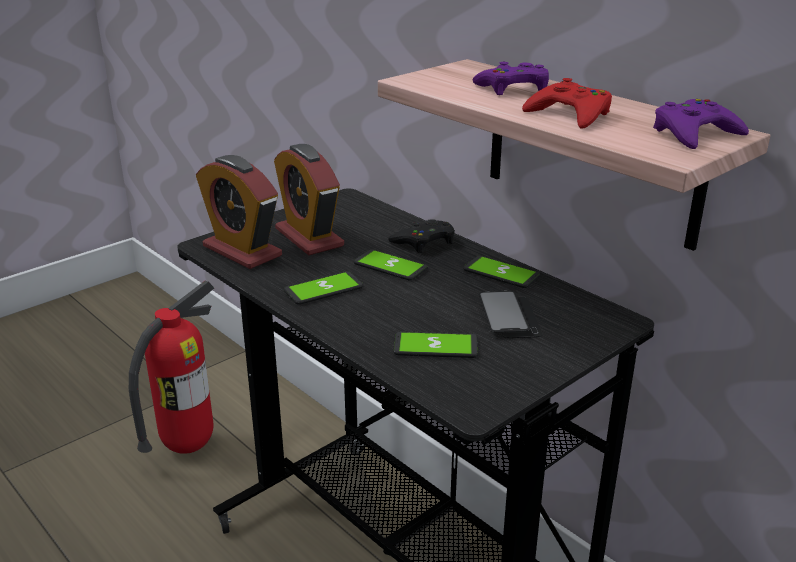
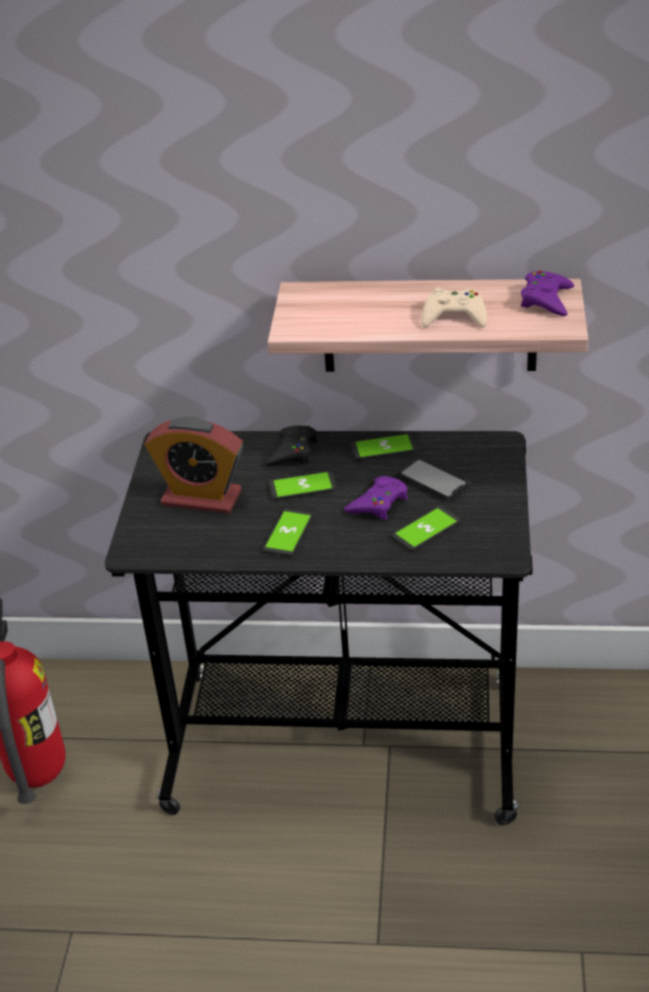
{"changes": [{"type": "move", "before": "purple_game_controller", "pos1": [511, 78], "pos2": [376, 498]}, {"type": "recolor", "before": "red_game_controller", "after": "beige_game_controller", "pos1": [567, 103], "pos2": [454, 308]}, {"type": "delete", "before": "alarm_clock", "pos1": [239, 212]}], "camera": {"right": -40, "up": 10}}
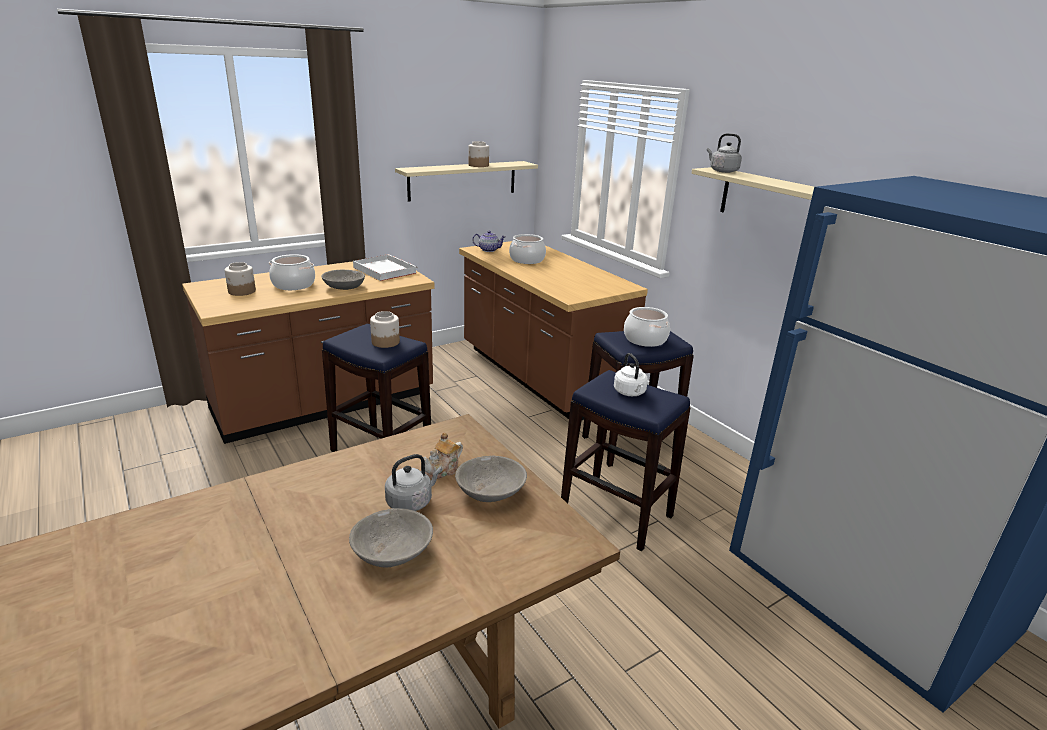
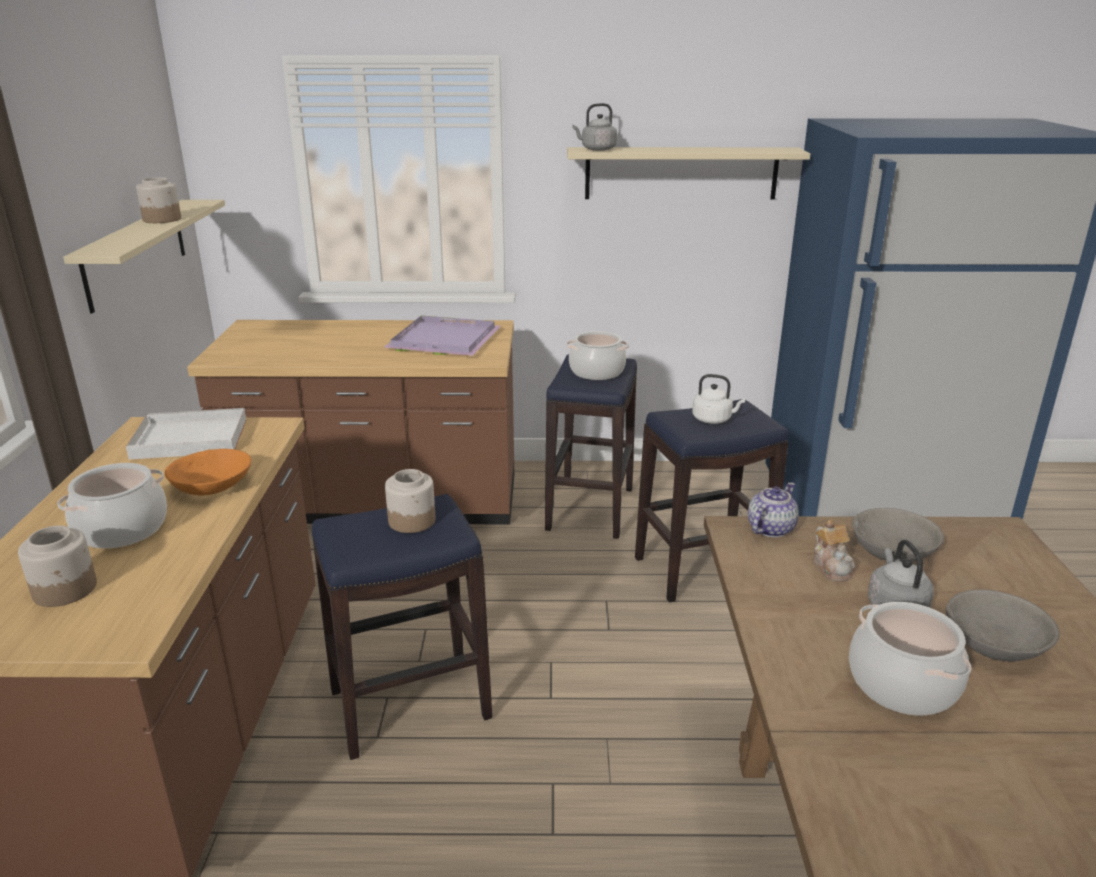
{"changes": [{"type": "recolor", "before": "grey_bowl", "after": "orange_bowl", "pos1": [343, 280], "pos2": [208, 472]}, {"type": "insert", "after": "purple_tray", "pos2": [442, 335]}, {"type": "move", "before": "teapot", "pos1": [489, 241], "pos2": [773, 509]}, {"type": "move", "before": "cooking_pot", "pos1": [527, 249], "pos2": [910, 659]}], "camera": {"right": -55, "up": 0}}
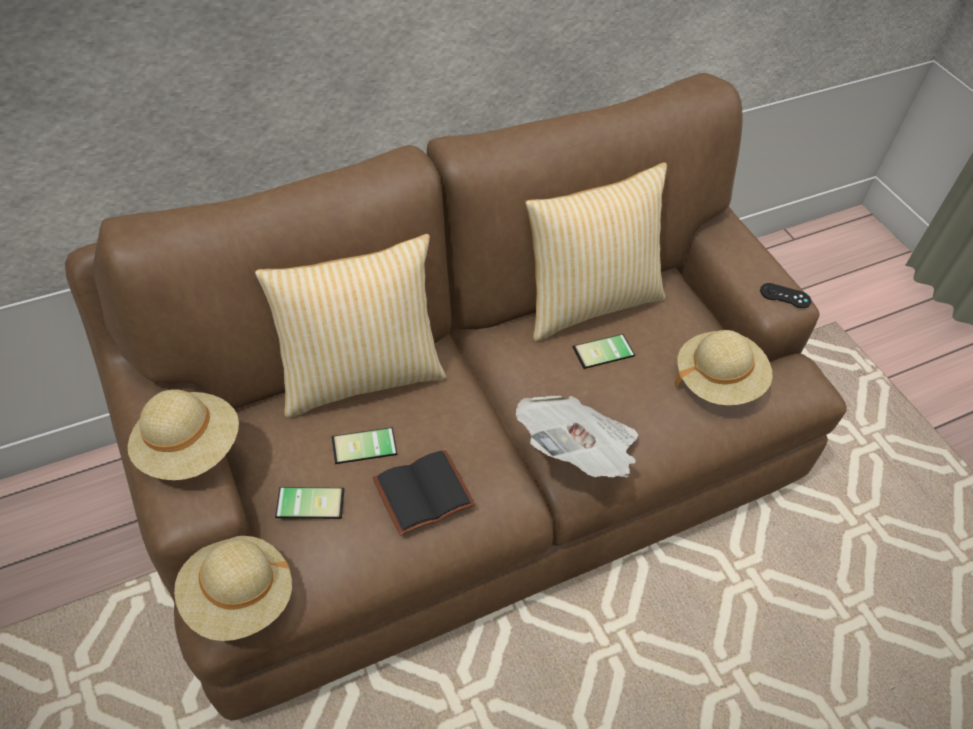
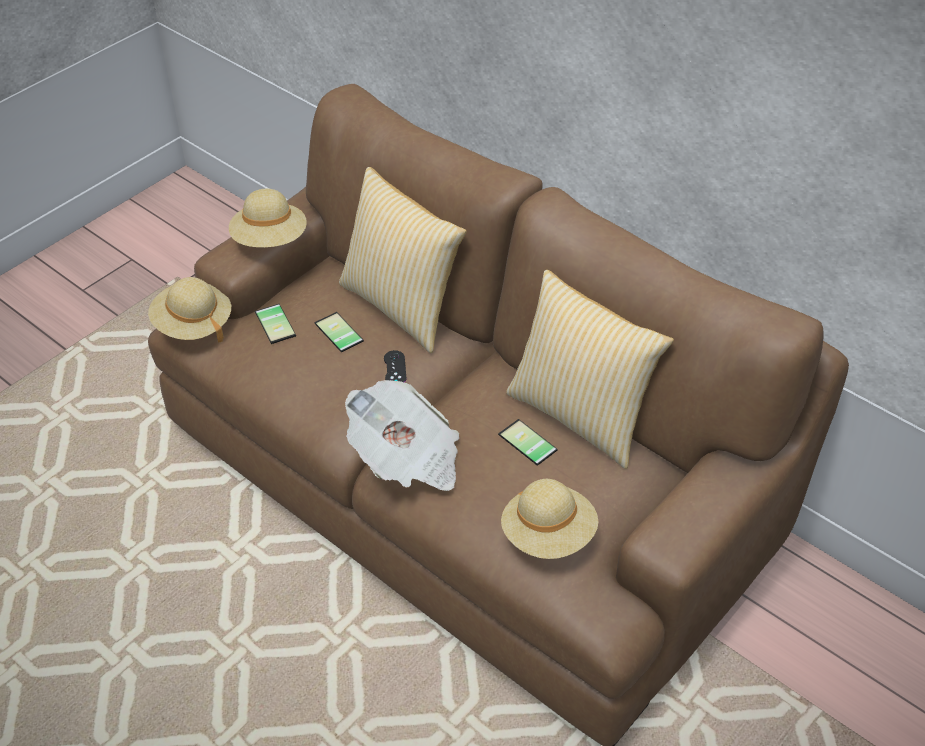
{"changes": [{"type": "move", "before": "black_game_controller", "pos1": [785, 295], "pos2": [395, 366]}, {"type": "delete", "before": "black_book", "pos1": [423, 492]}], "camera": {"right": 70, "up": -5}}
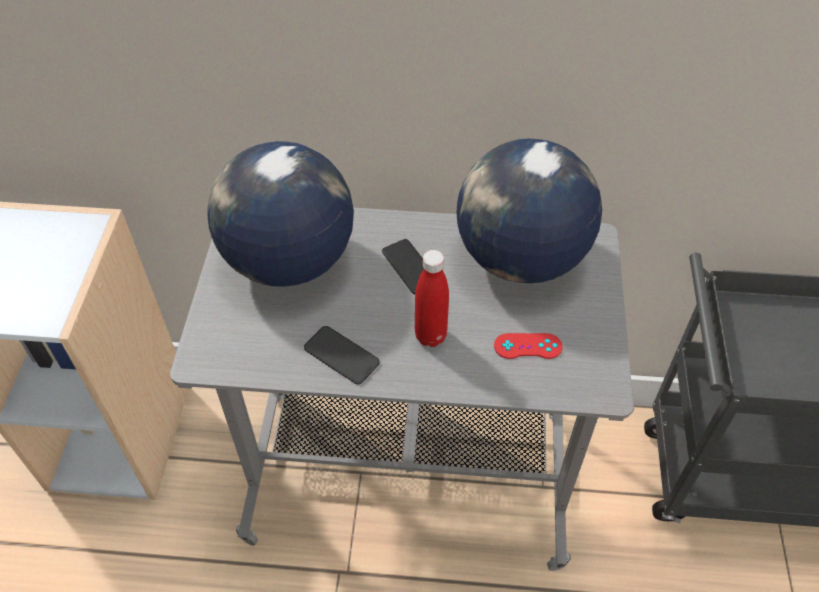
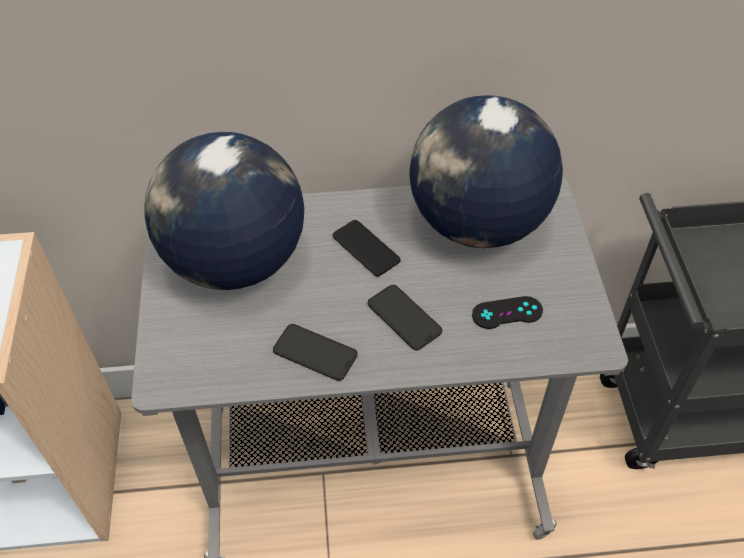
{"changes": [{"type": "replace", "before": "red_bottle", "after": "phone", "pos1": [432, 298], "pos2": [405, 317]}, {"type": "recolor", "before": "red_game_controller", "after": "black_game_controller", "pos1": [528, 346], "pos2": [507, 312]}], "camera": {"right": -10, "up": 0}}
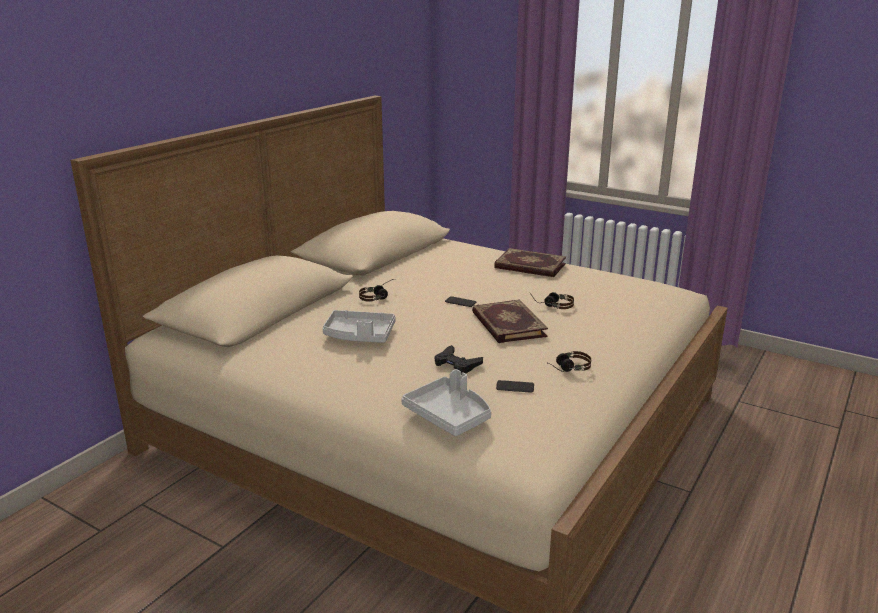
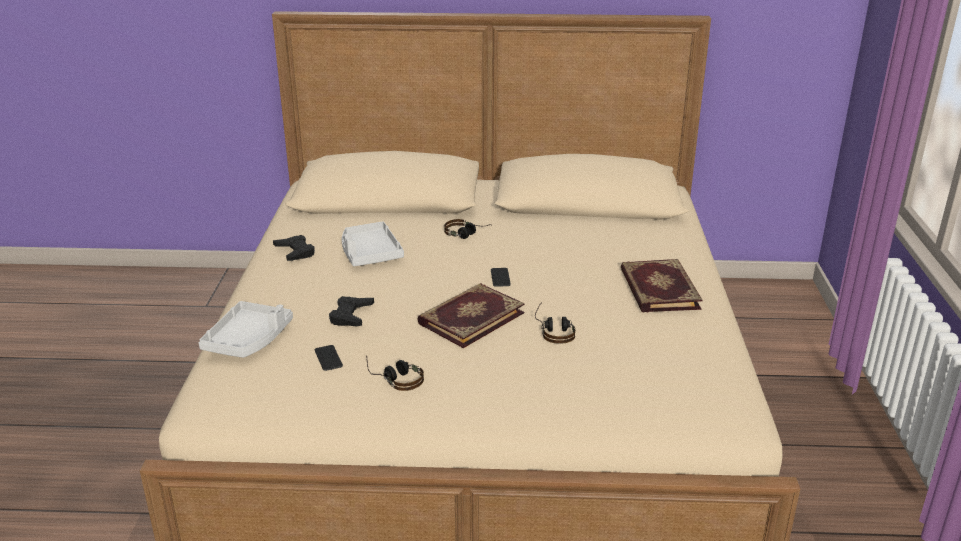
{"changes": [{"type": "insert", "after": "black_game_controller", "pos2": [294, 248]}], "camera": {"right": 60, "up": 5}}
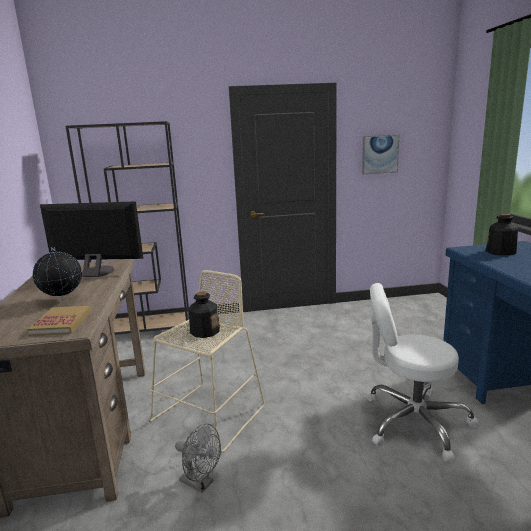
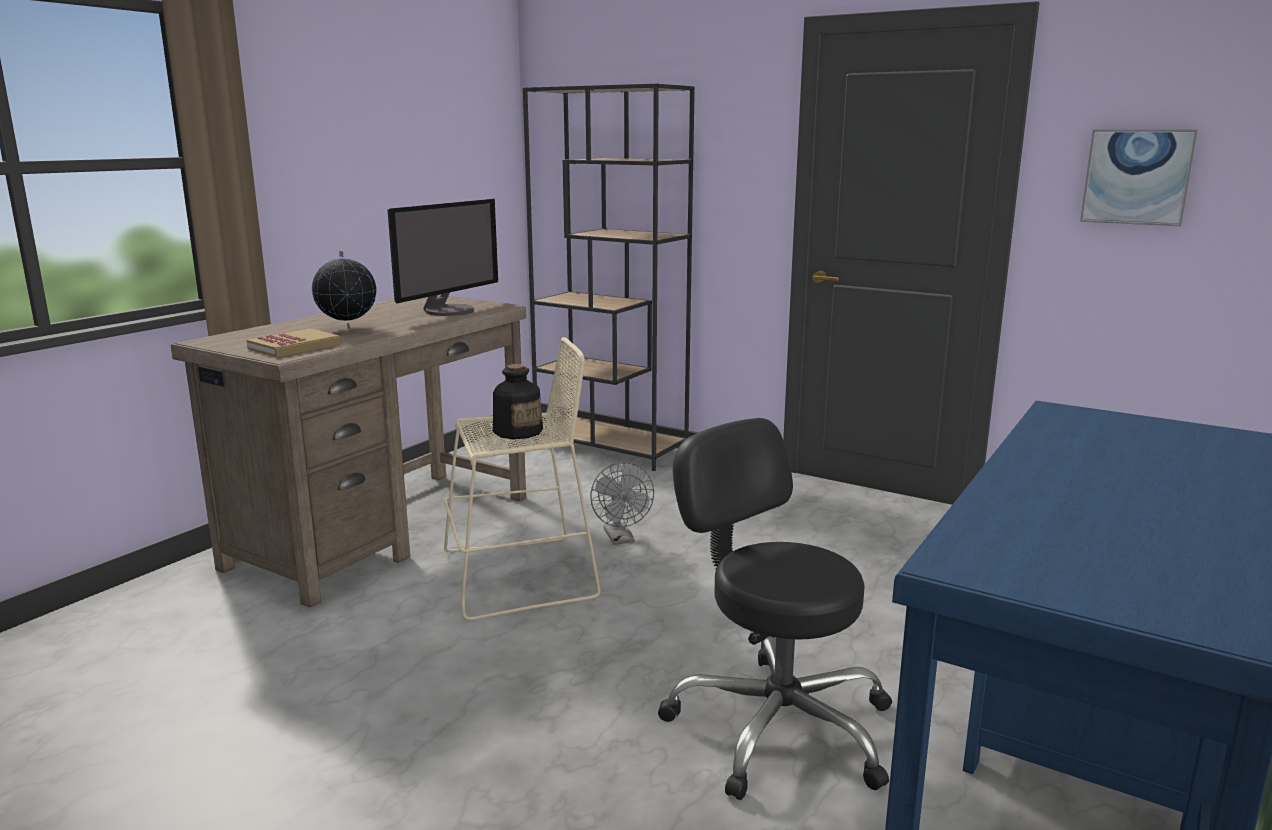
{"changes": [{"type": "rotate", "before": "monitor", "pos1": [91, 239], "pos2": [443, 257], "turn": 75}, {"type": "move", "before": "grey_fan", "pos1": [198, 458], "pos2": [622, 503]}, {"type": "recolor", "before": "white_office_chair", "after": "black_office_chair", "pos1": [422, 372], "pos2": [775, 609]}, {"type": "delete", "before": "bottle", "pos1": [502, 234]}], "camera": {"right": 40, "up": 0}}
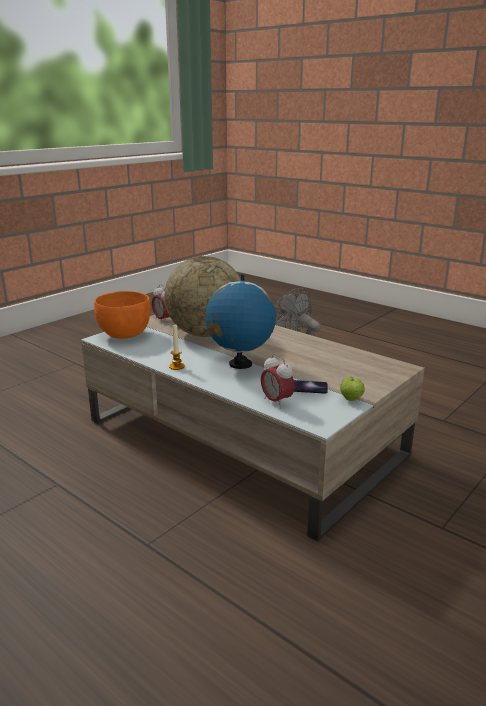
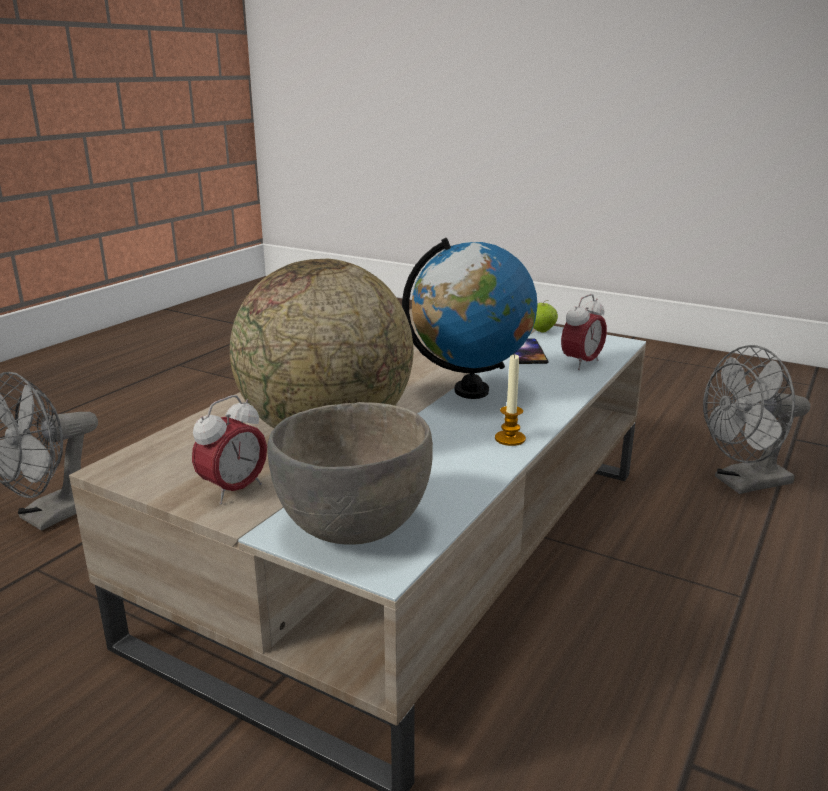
{"changes": [{"type": "recolor", "before": "orange_bowl", "after": "grey_bowl", "pos1": [122, 315], "pos2": [350, 473]}, {"type": "insert", "after": "grey_fan", "pos2": [756, 419]}], "camera": {"right": -100, "up": 0}}
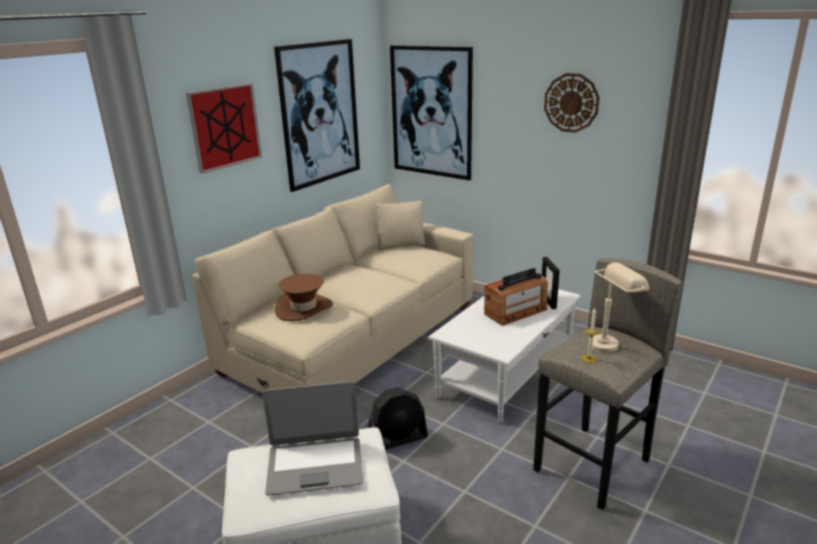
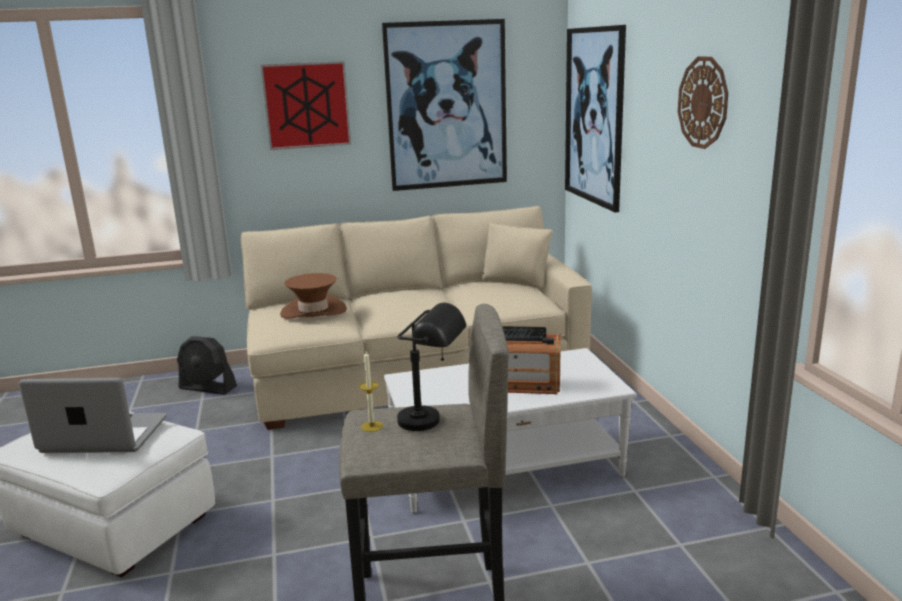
{"changes": [{"type": "rotate", "before": "laptop", "pos1": [312, 438], "pos2": [92, 415], "turn": 150}, {"type": "move", "before": "black_fan", "pos1": [397, 418], "pos2": [207, 365]}, {"type": "recolor", "before": "beige_table_lamp", "after": "black_table_lamp", "pos1": [620, 307], "pos2": [431, 367]}, {"type": "delete", "before": "picture_frame", "pos1": [551, 283]}], "camera": {"right": 40, "up": -5}}
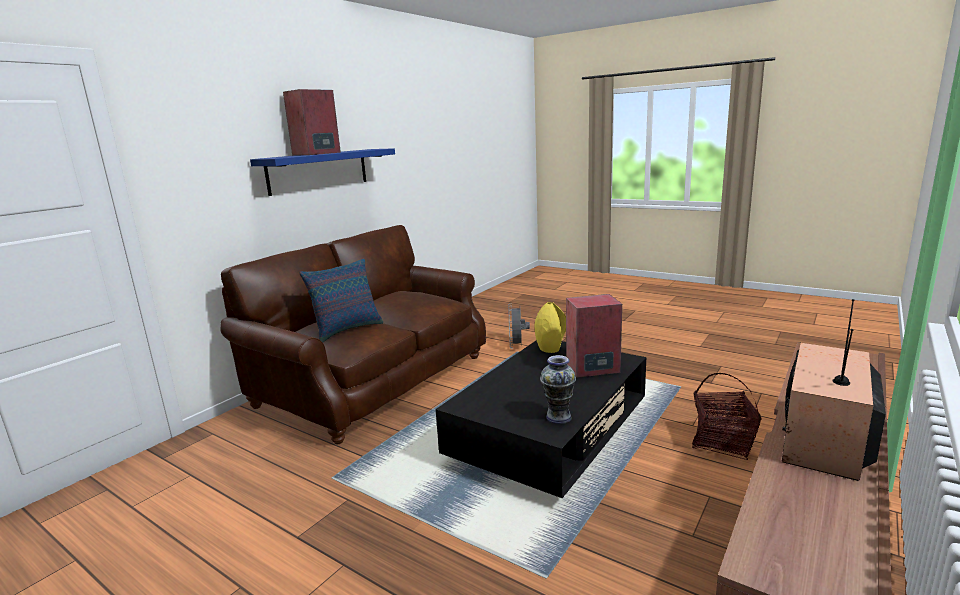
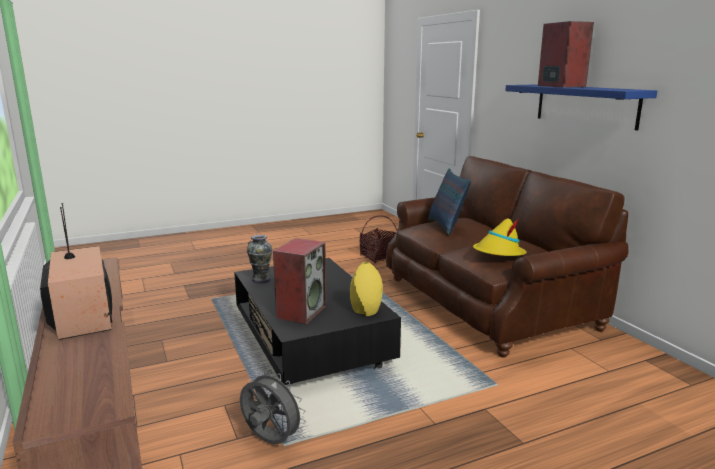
{"changes": [{"type": "move", "before": "grey_fan", "pos1": [519, 326], "pos2": [273, 407]}, {"type": "move", "before": "basket", "pos1": [726, 416], "pos2": [378, 239]}, {"type": "insert", "after": "yellow_hat", "pos2": [500, 237]}], "camera": {"right": 120, "up": 0}}
